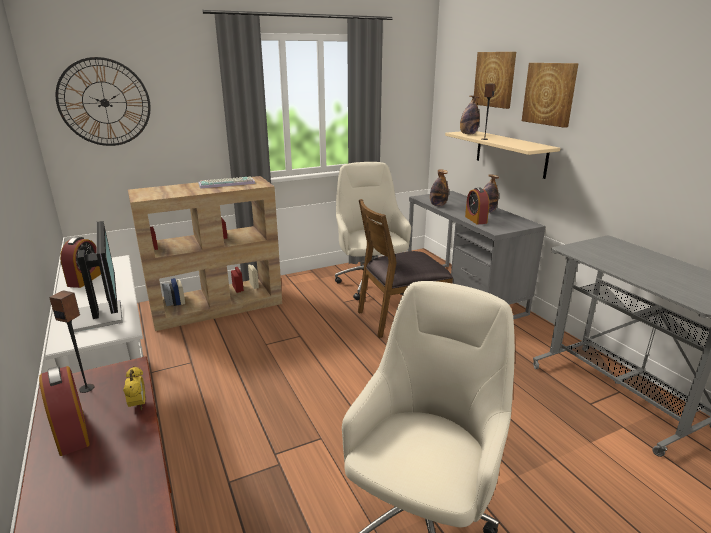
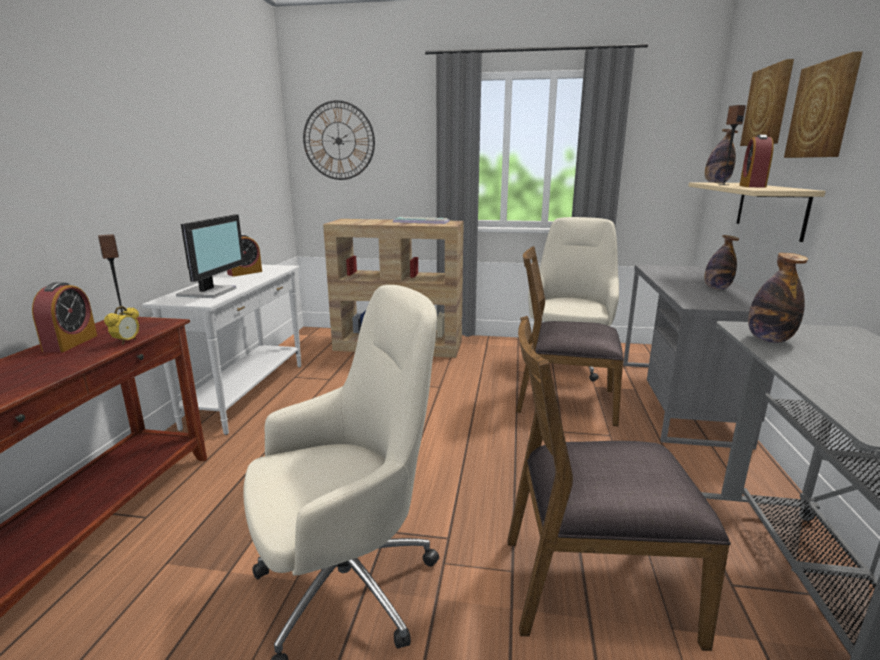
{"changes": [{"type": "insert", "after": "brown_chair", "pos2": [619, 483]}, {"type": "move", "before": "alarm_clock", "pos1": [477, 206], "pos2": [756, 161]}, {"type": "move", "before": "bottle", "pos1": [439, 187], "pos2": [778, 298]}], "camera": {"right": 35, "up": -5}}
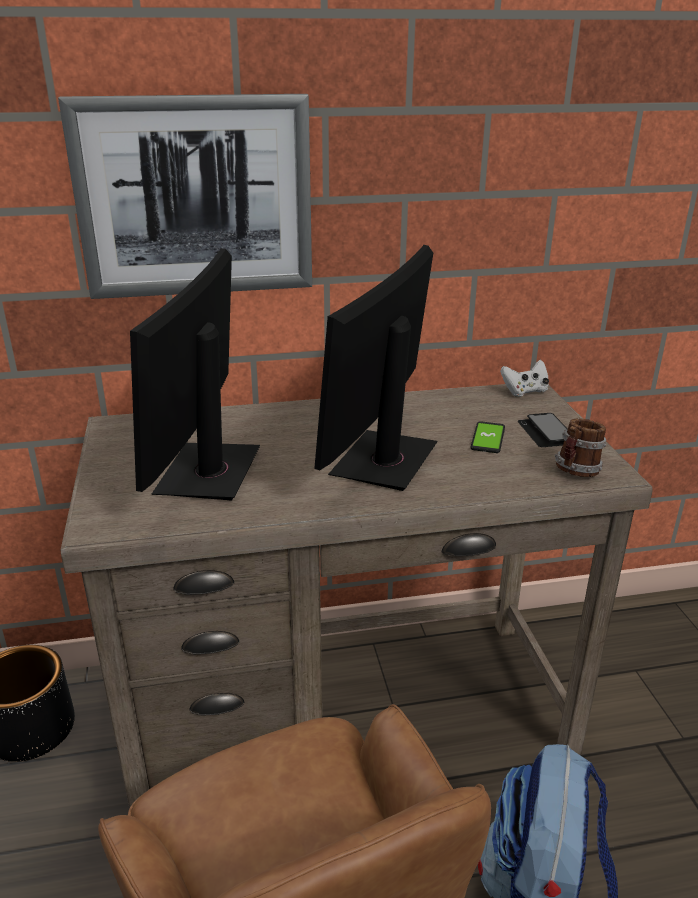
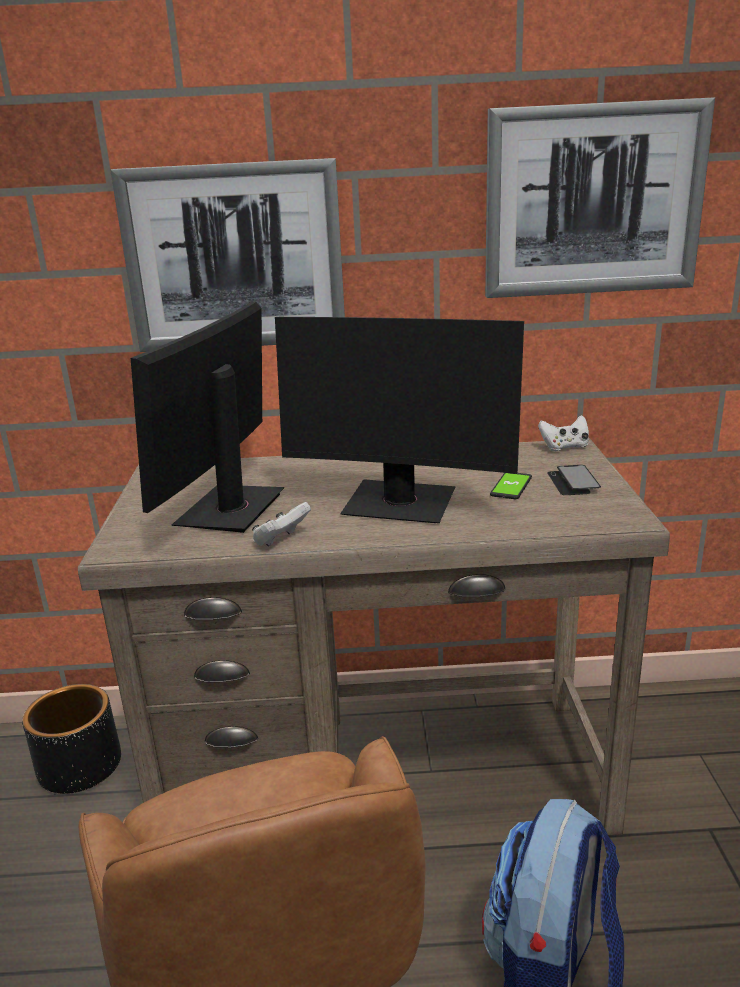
{"changes": [{"type": "insert", "after": "white_game_controller", "pos2": [281, 524]}, {"type": "rotate", "before": "monitor", "pos1": [376, 368], "pos2": [399, 420], "turn": -105}, {"type": "insert", "after": "picture", "pos2": [600, 197]}, {"type": "delete", "before": "mug", "pos1": [581, 448]}], "camera": {"right": 10, "up": -5}}
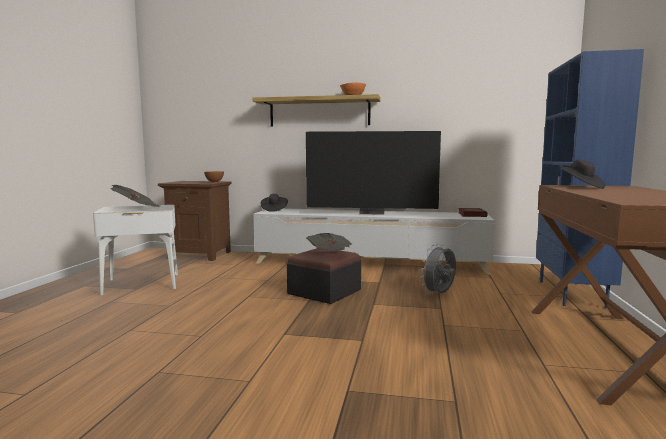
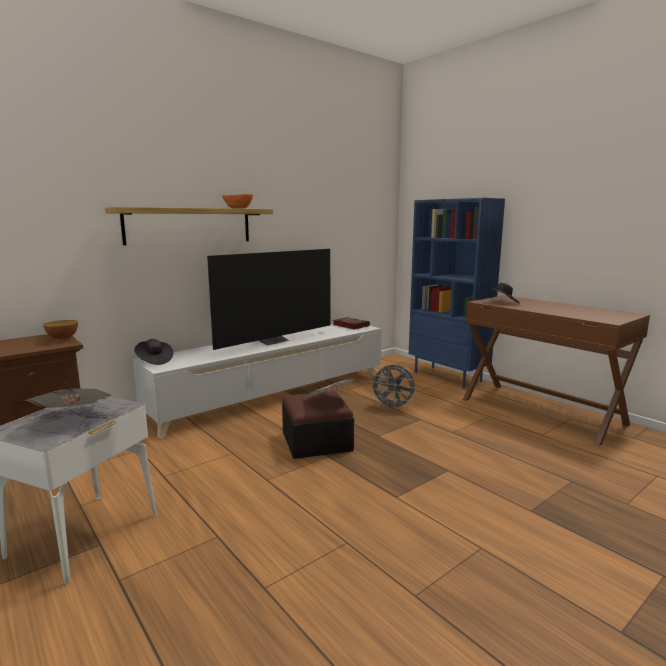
{"changes": [{"type": "rotate", "before": "grey_fan", "pos1": [438, 269], "pos2": [392, 387], "turn": -60}], "camera": {"right": -50, "up": 5}}
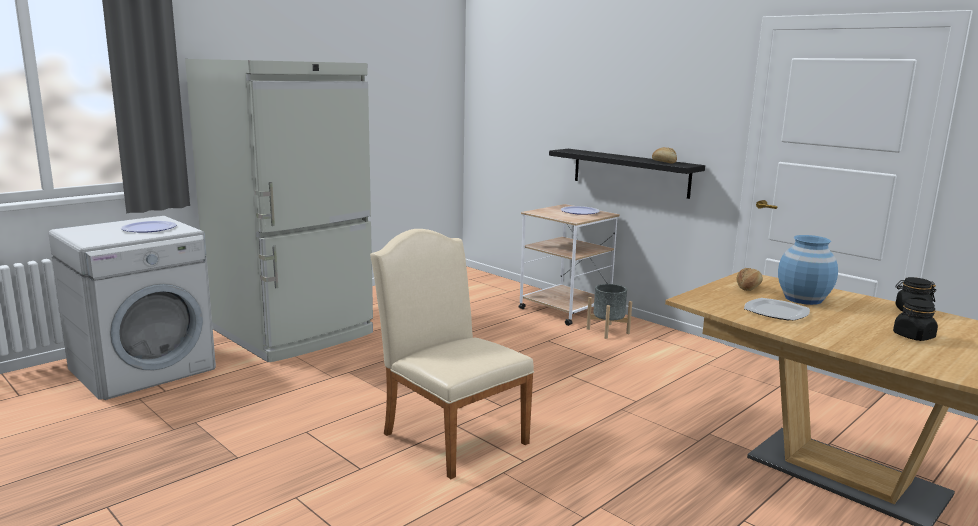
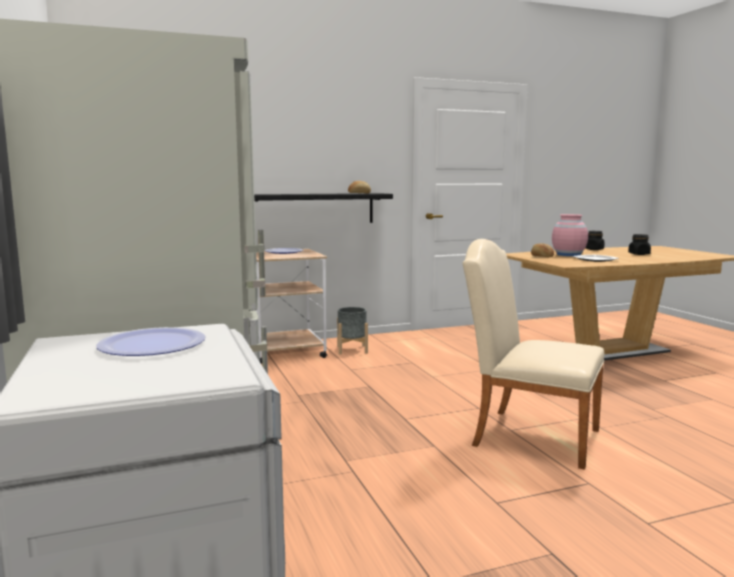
{"changes": [{"type": "rotate", "before": "beige_chair", "pos1": [452, 354], "pos2": [533, 354], "turn": 45}, {"type": "recolor", "before": "blue_vase", "after": "pink_vase", "pos1": [808, 270], "pos2": [570, 235]}], "camera": {"right": -65, "up": -5}}
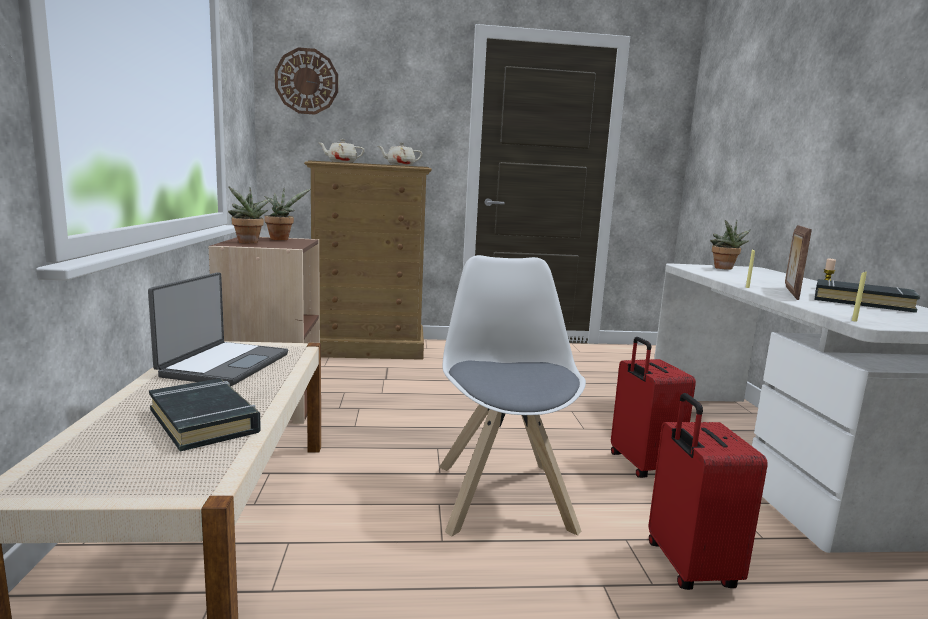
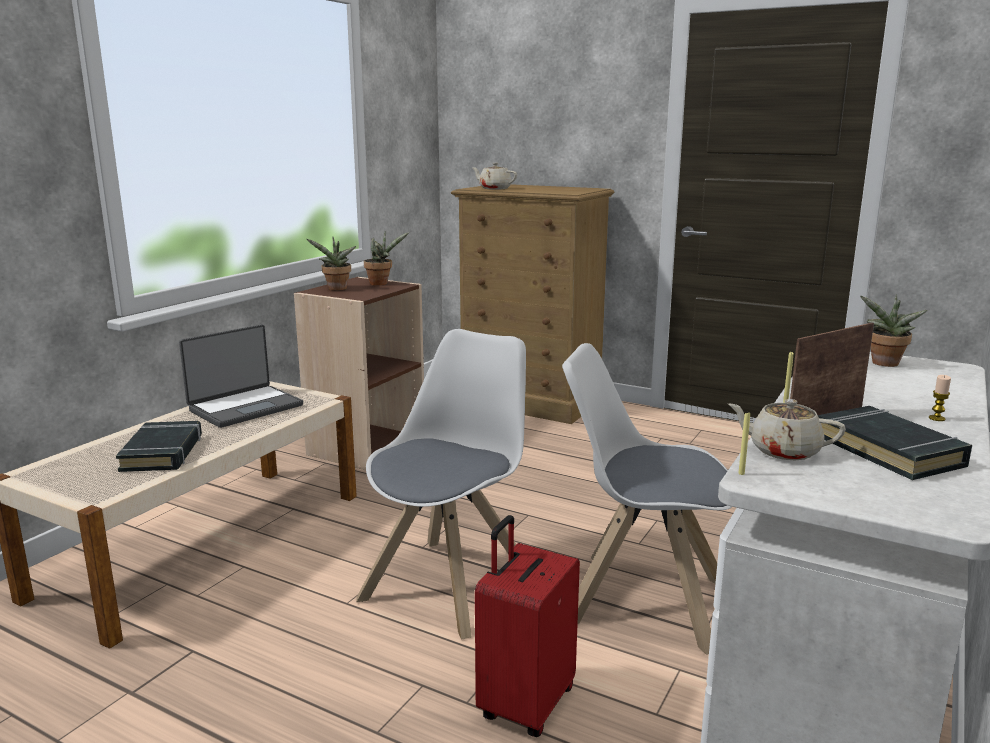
{"changes": [{"type": "replace", "before": "red_suitcase", "after": "chair", "pos1": [653, 407], "pos2": [646, 499]}, {"type": "move", "before": "beige_teapot", "pos1": [400, 154], "pos2": [787, 429]}, {"type": "delete", "before": "wall_clock", "pos1": [306, 81]}], "camera": {"right": 35, "up": 5}}
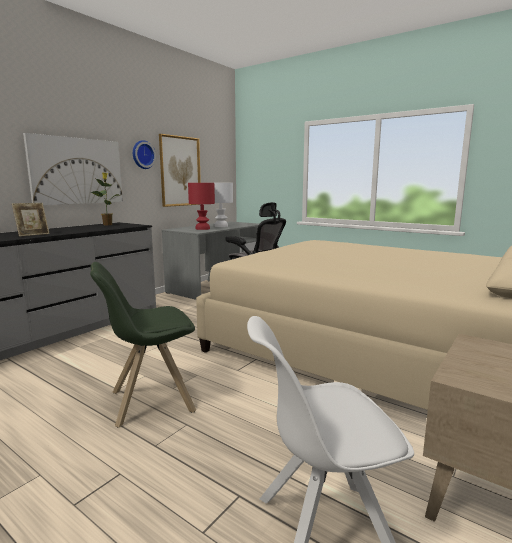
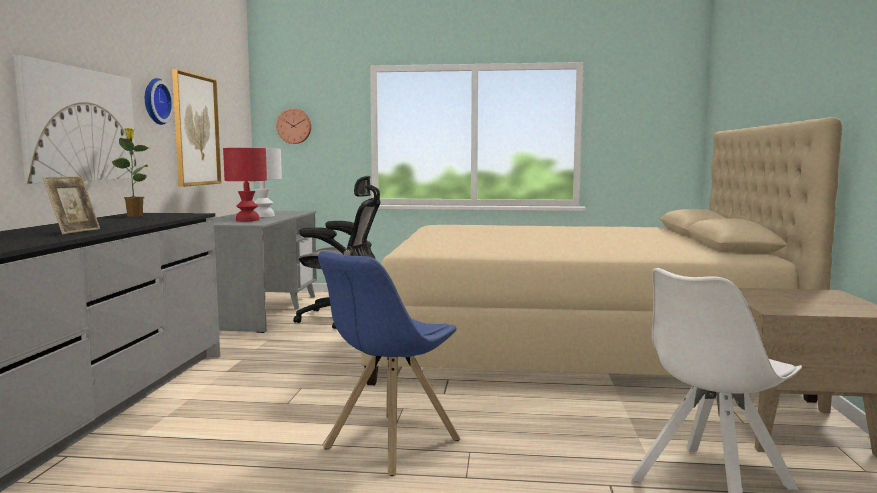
{"changes": [{"type": "insert", "after": "wall_clock", "pos2": [293, 126]}, {"type": "recolor", "before": "green_chair", "after": "blue_chair", "pos1": [143, 344], "pos2": [389, 363]}], "camera": {"right": -30, "up": -5}}
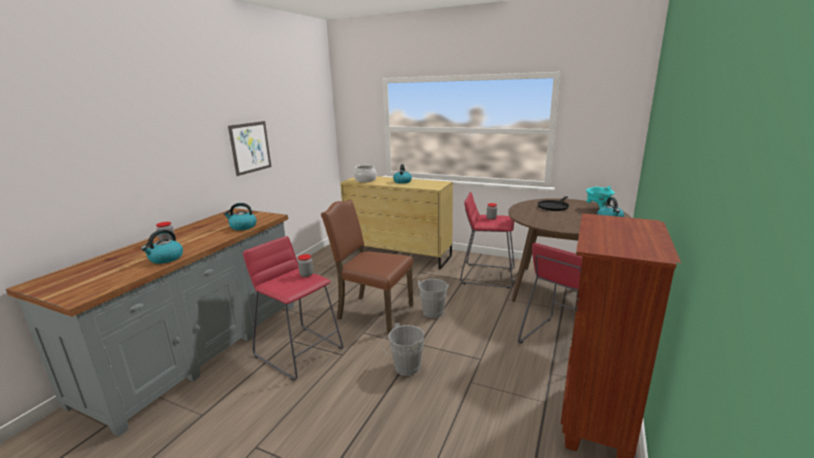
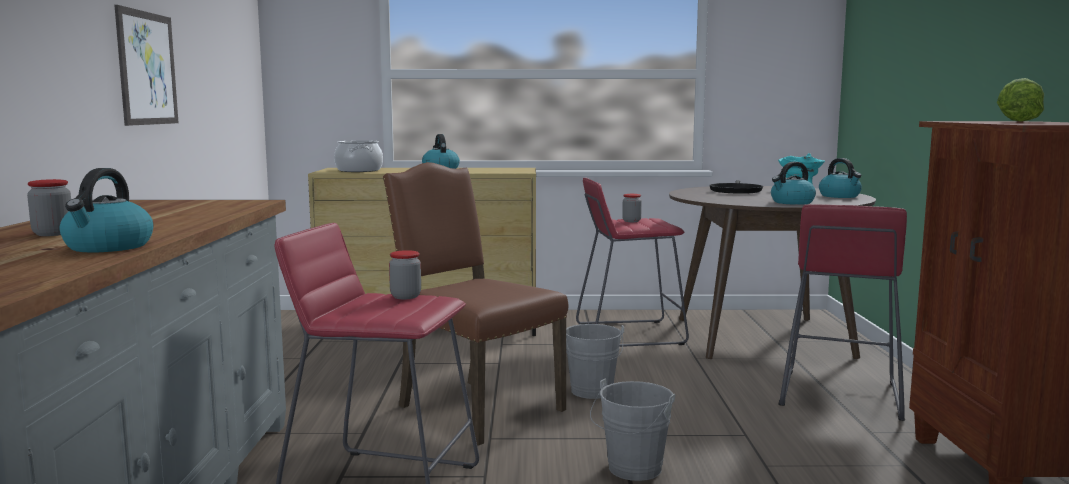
{"changes": [{"type": "rotate", "before": "brown_chair", "pos1": [367, 266], "pos2": [475, 304], "turn": 45}, {"type": "move", "before": "kettle", "pos1": [240, 216], "pos2": [793, 183]}, {"type": "insert", "after": "lettuce", "pos2": [1020, 100]}], "camera": {"right": -25, "up": -10}}
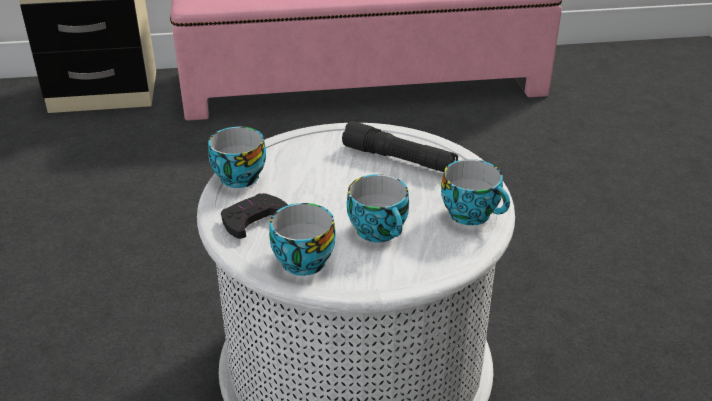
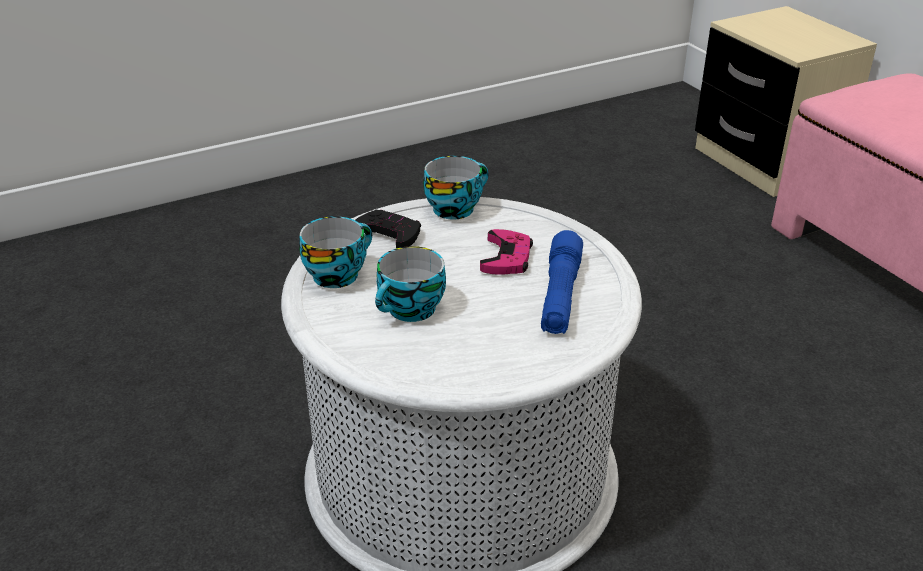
{"changes": [{"type": "insert", "after": "pink_game_controller", "pos2": [506, 252]}, {"type": "recolor", "before": "black_flashlight", "after": "blue_flashlight", "pos1": [400, 146], "pos2": [562, 282]}, {"type": "delete", "before": "cup", "pos1": [475, 192]}], "camera": {"right": 70, "up": 0}}
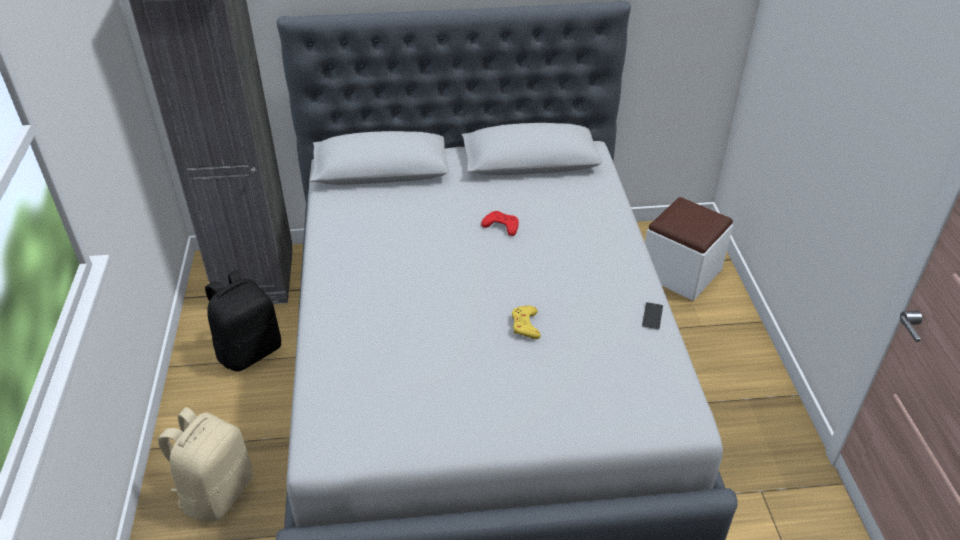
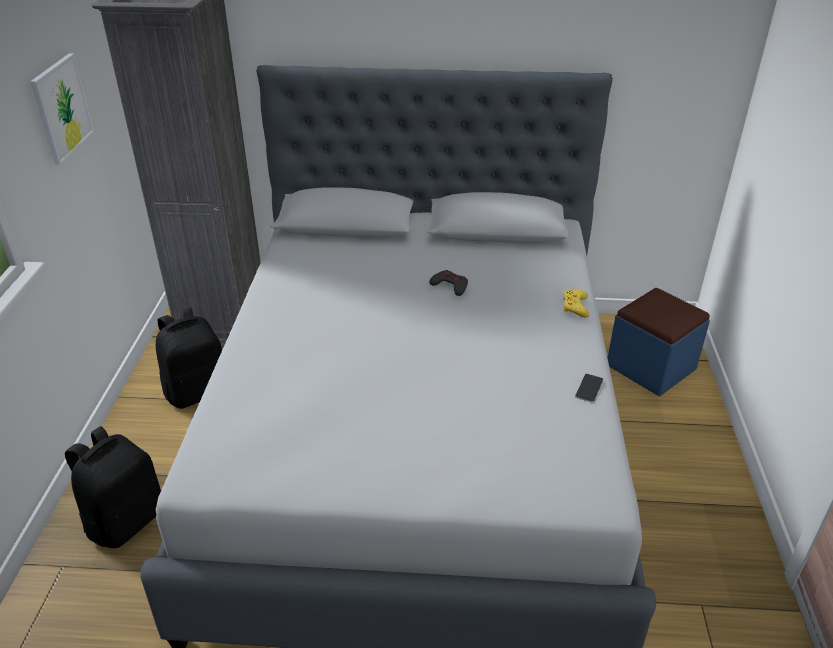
{"changes": [{"type": "insert", "after": "picture", "pos2": [62, 109]}, {"type": "recolor", "before": "beige_backpack", "after": "black_backpack", "pos1": [205, 464], "pos2": [113, 487]}, {"type": "recolor", "before": "red_game_controller", "after": "grey_game_controller", "pos1": [500, 223], "pos2": [448, 283]}, {"type": "move", "before": "yellow_game_controller", "pos1": [526, 322], "pos2": [576, 304]}, {"type": "recolor", "before": "white_ottoman", "after": "blue_ottoman", "pos1": [689, 249], "pos2": [659, 342]}], "camera": {"right": 10, "up": -5}}
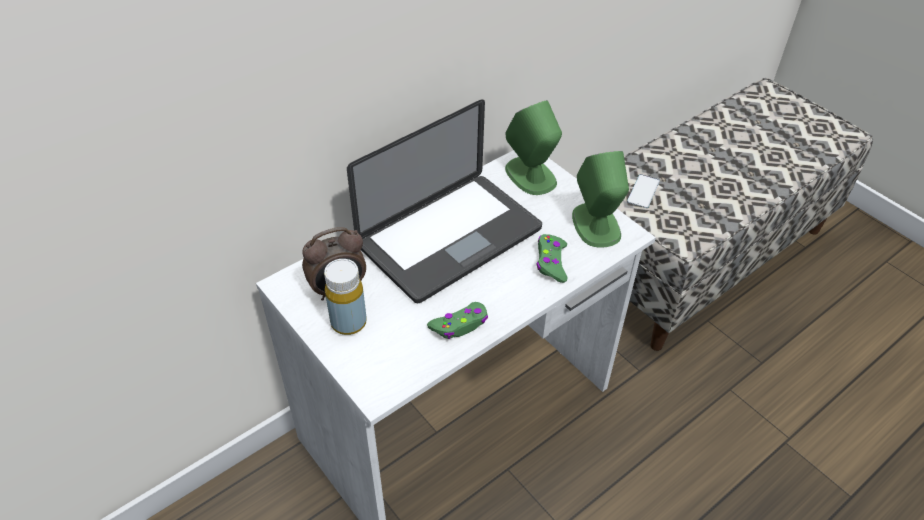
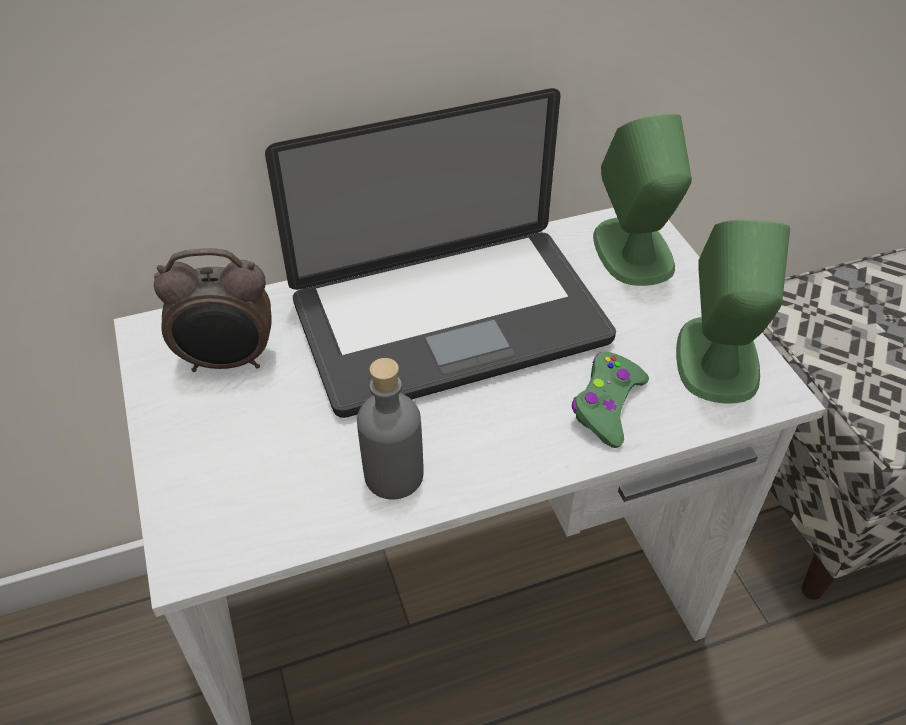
{"changes": [{"type": "replace", "before": "green_game_controller", "after": "grey_bottle", "pos1": [457, 320], "pos2": [390, 429]}, {"type": "delete", "before": "yellow_bottle", "pos1": [345, 297]}, {"type": "delete", "before": "phone", "pos1": [643, 191]}], "camera": {"right": 20, "up": 0}}
